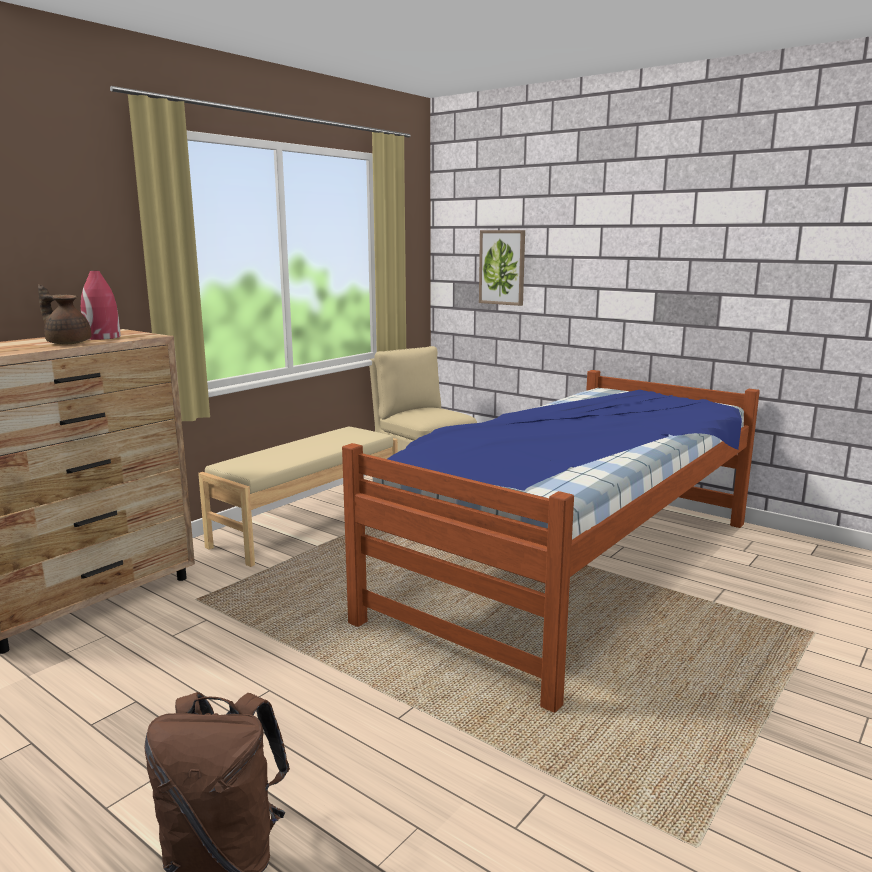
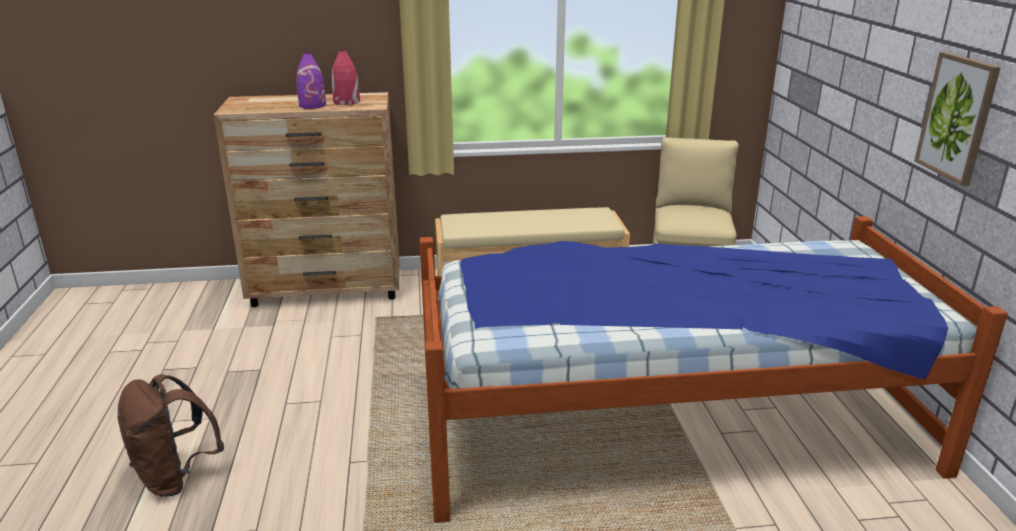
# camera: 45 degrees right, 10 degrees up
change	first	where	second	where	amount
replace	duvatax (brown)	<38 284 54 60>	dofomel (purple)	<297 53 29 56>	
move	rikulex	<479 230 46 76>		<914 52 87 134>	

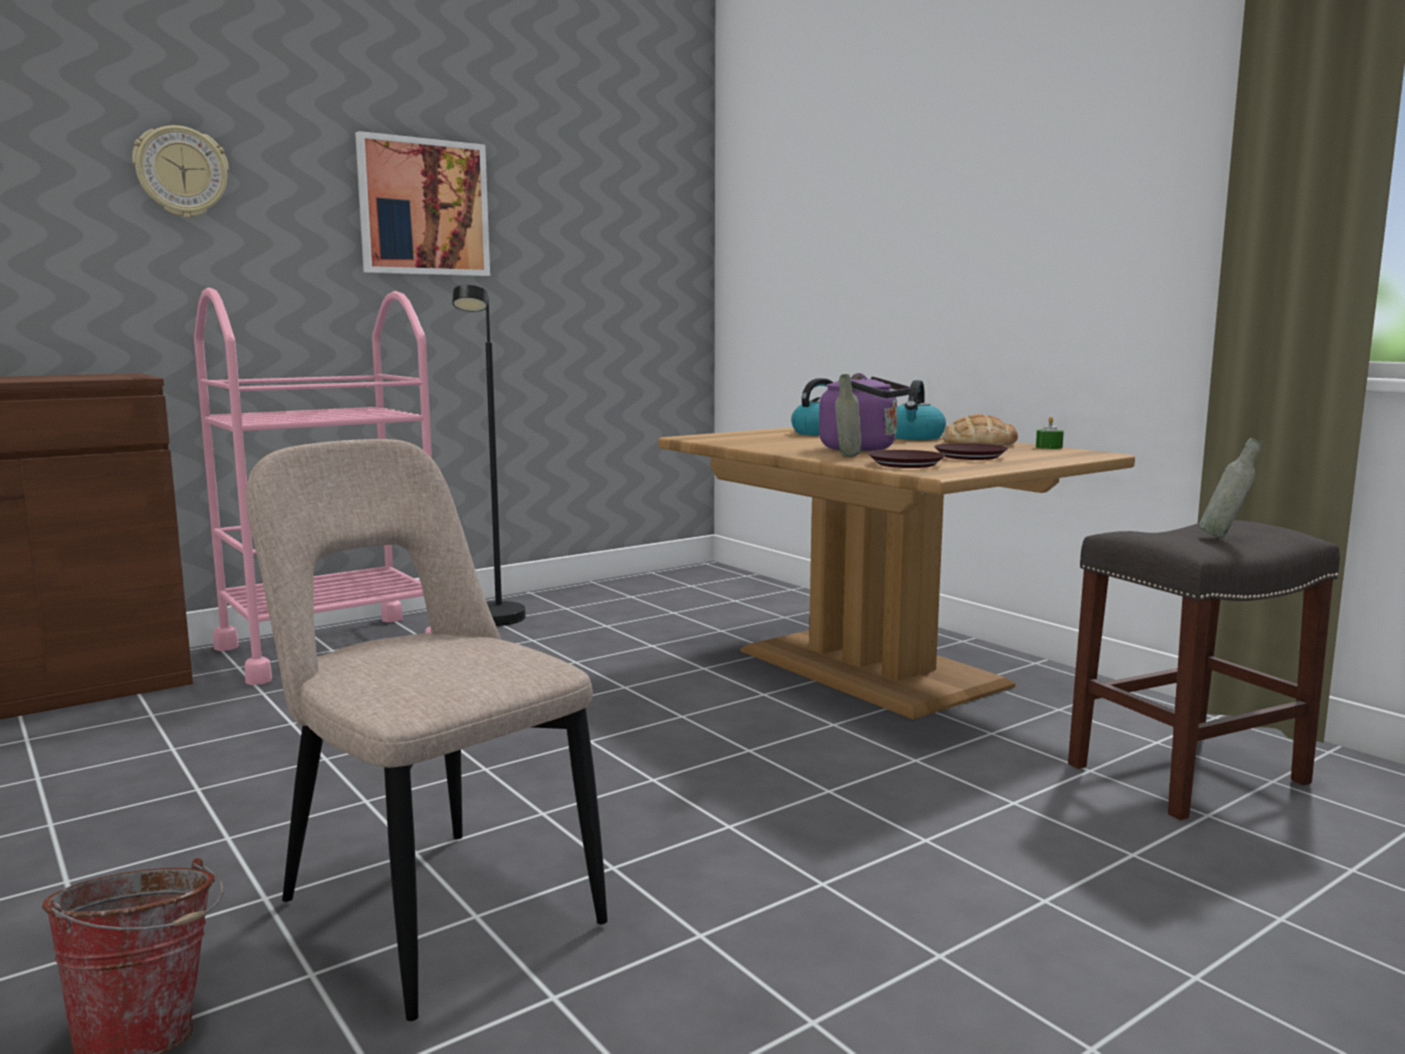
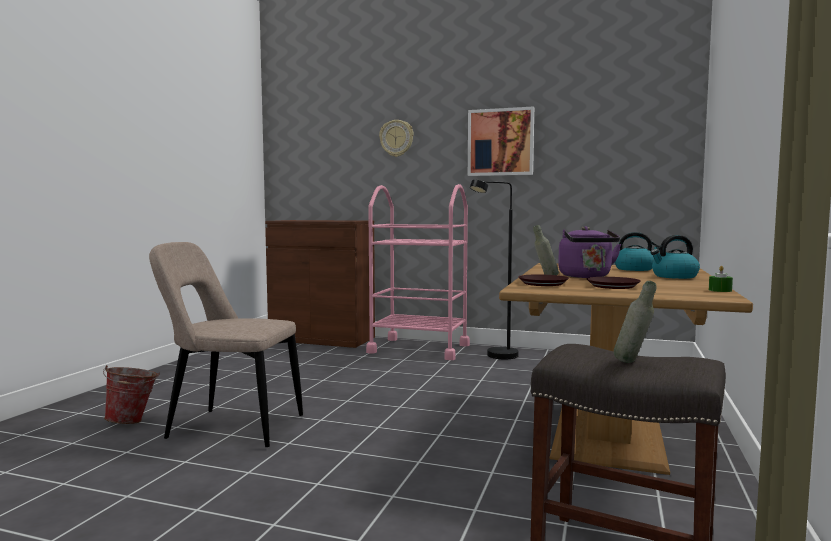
# camera: 55 degrees right, 5 degrees down
change	first	where	second	where	amount
rotate	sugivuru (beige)	<246 439 362 582>		<149 242 154 205>	90 degrees counterclockwise
delete	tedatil	<943 414 75 32>			

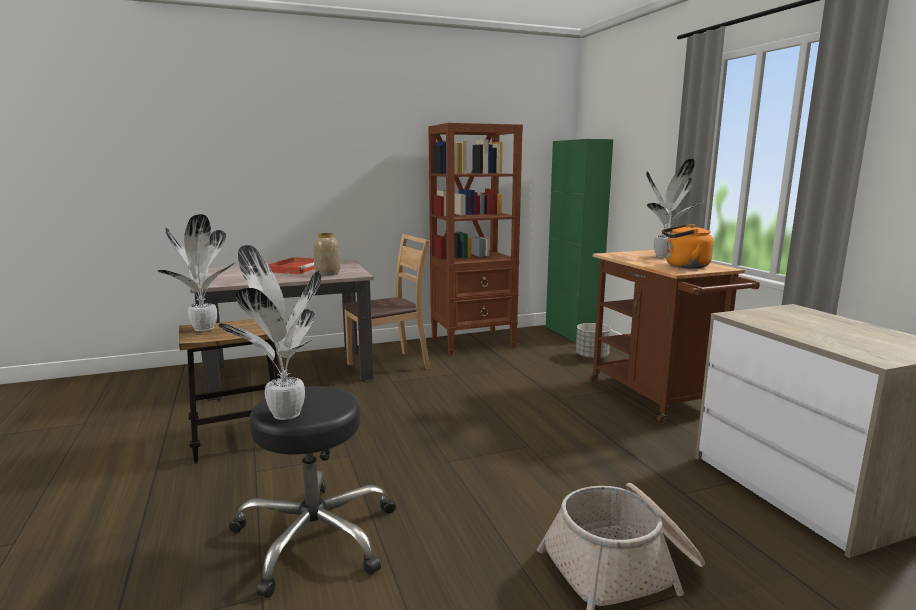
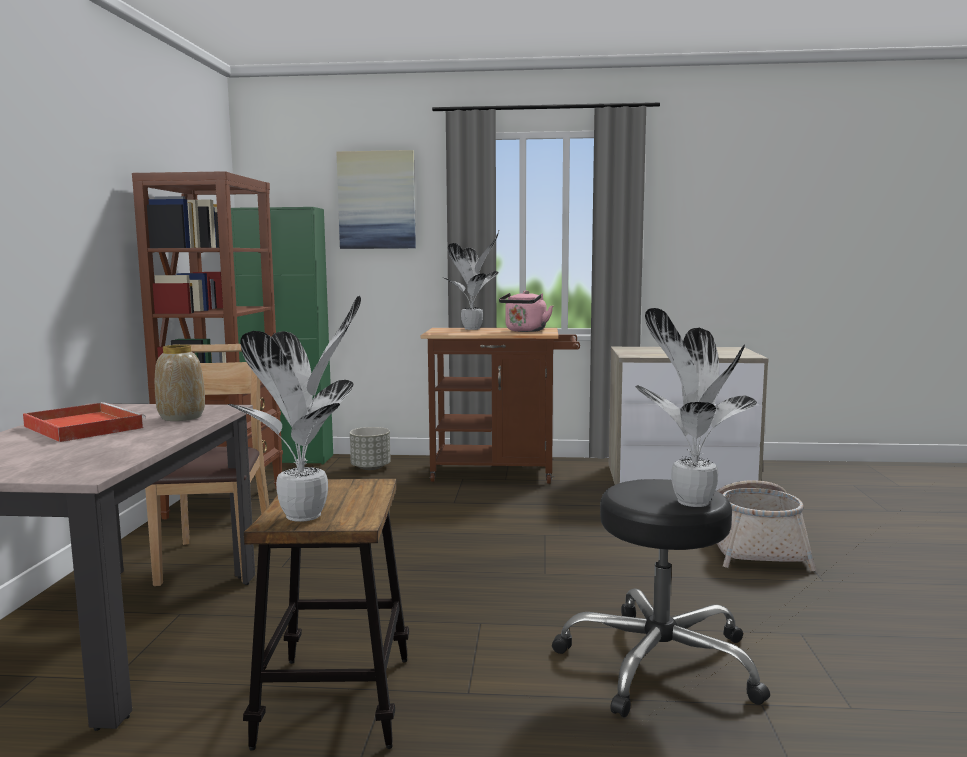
# camera: 65 degrees left, 5 degrees down
change	first	where	second	where	amount
recolor	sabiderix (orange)	<662 224 52 44>	sabiderix (pink)	<499 290 54 42>	
insert			rikulex	<336 150 80 99>	

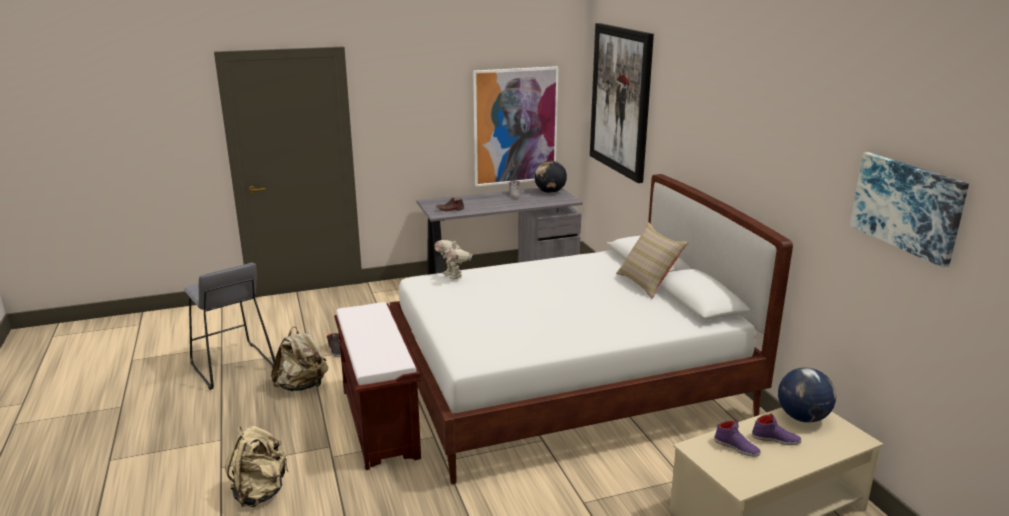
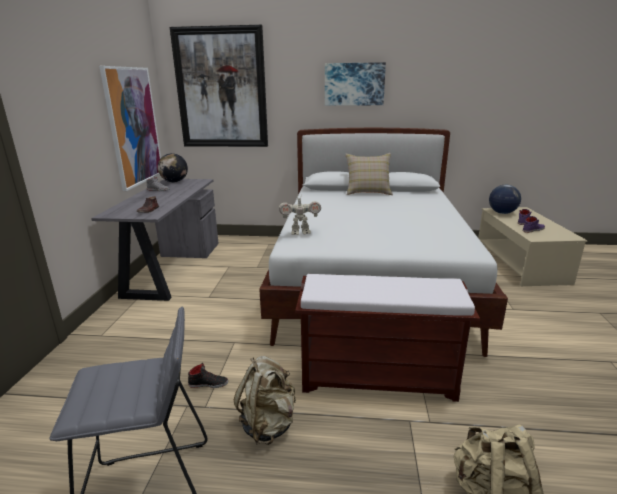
# camera: 65 degrees left, 0 degrees up
change	first	where	second	where	amount
move	rikulex	<850 152 119 116>		<325 62 61 44>	

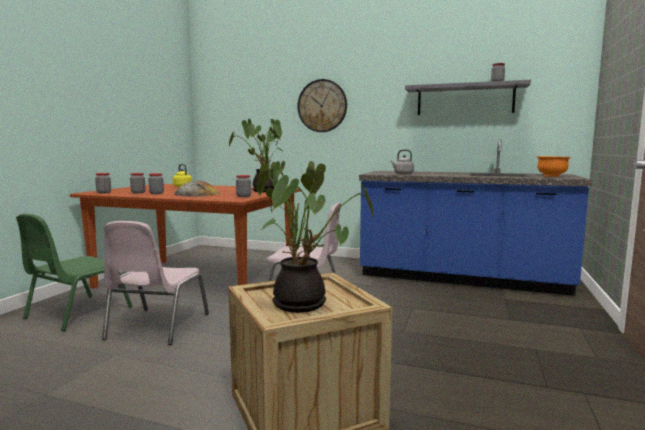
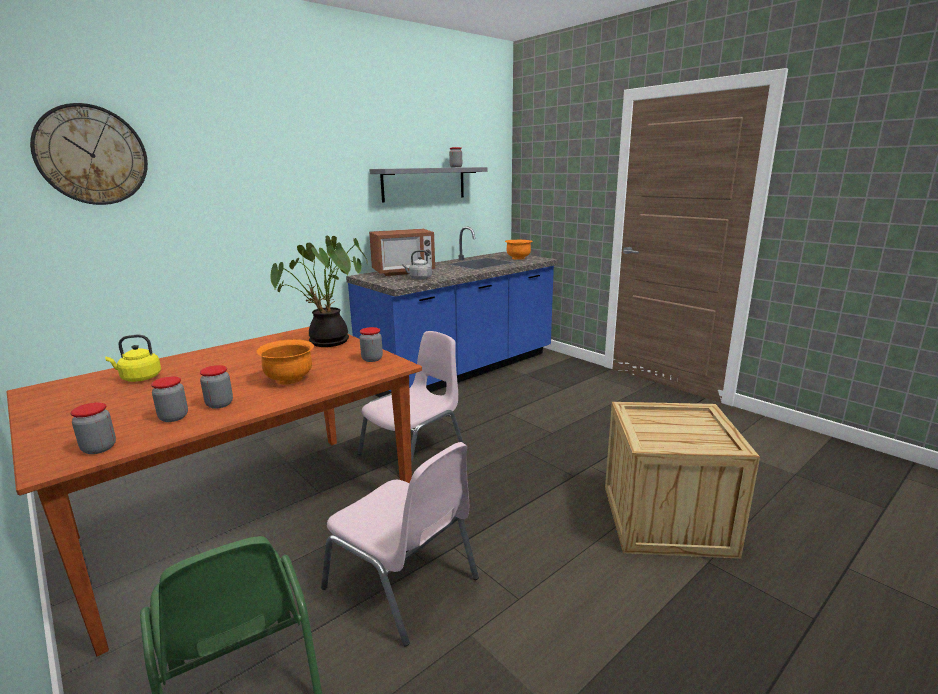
# camera: 60 degrees left, 10 degrees up
change	first	where	second	where	amount
replace	tedatil	<174 181 45 15>	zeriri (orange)	<256 339 58 45>	
delete	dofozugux	<256 161 118 152>			
move	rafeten	<297 79 50 53>		<30 103 118 102>	
insert			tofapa	<369 229 66 47>	

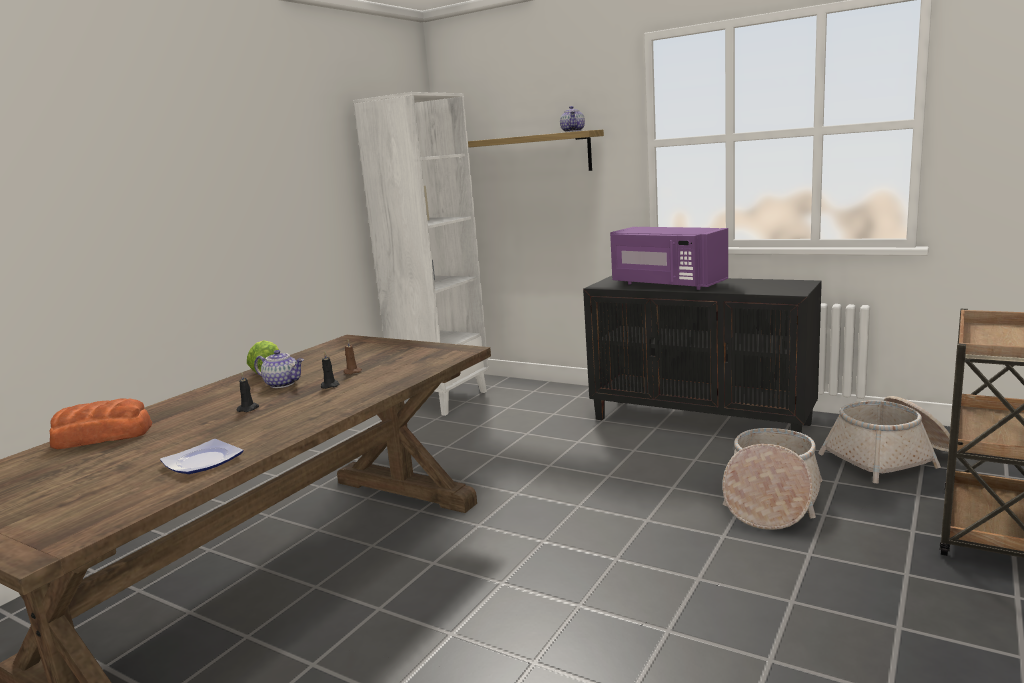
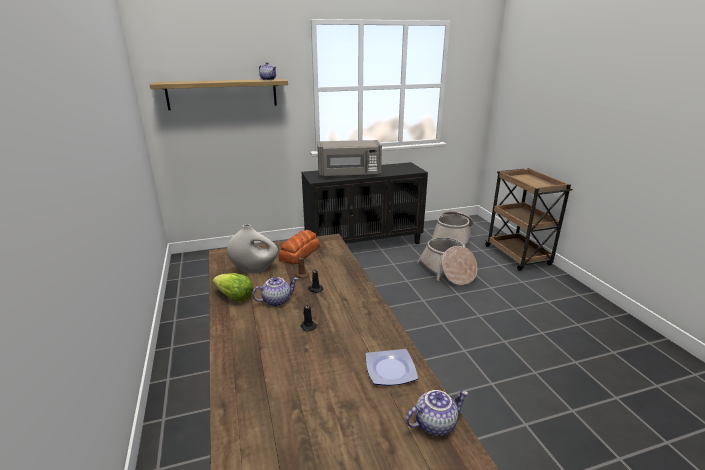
# camera: 50 degrees left, 10 degrees up
change	first	where	second	where	amount
move	tedatil	<49 398 103 51>		<278 230 42 34>	
delete	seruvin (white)	<353 92 136 324>			
recolor	tofapa (purple)	<610 227 118 63>	tofapa (grey)	<317 140 65 37>	
insert			dofomel (white)	<227 224 51 50>	
insert			duvatax	<405 390 63 46>	

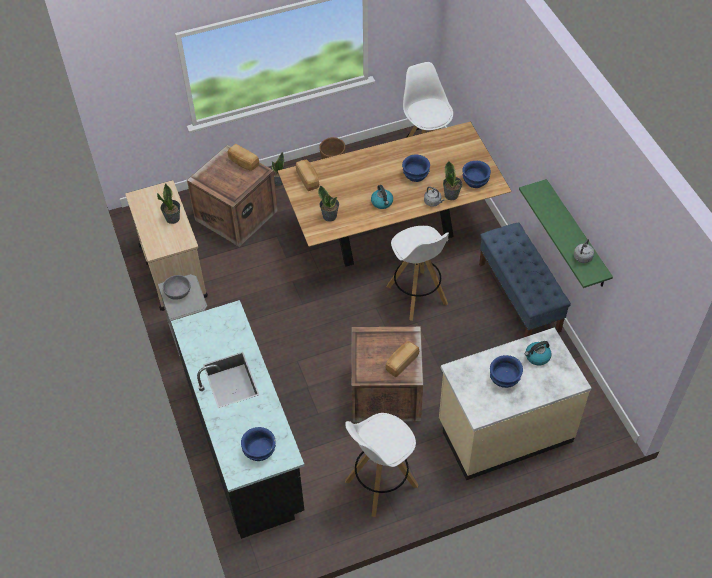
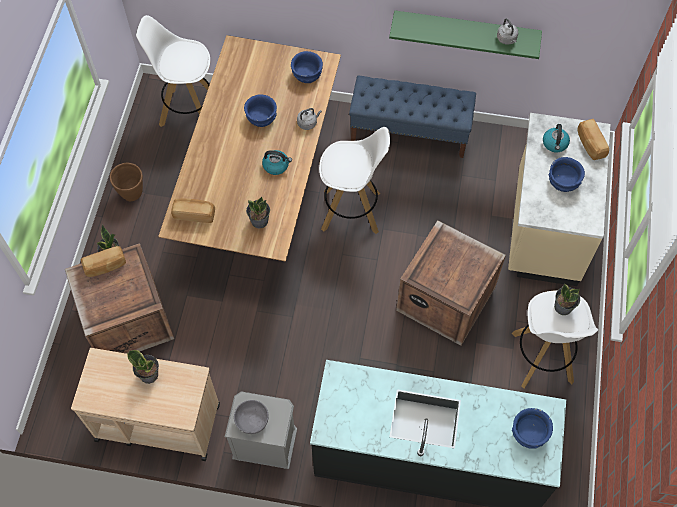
# camera: 60 degrees left, 10 degrees up
change	first	where	second	where	amount
move	tedatil	<386 341 33 36>		<578 119 31 41>	
move	dofozugux	<443 161 20 39>		<554 284 26 31>	

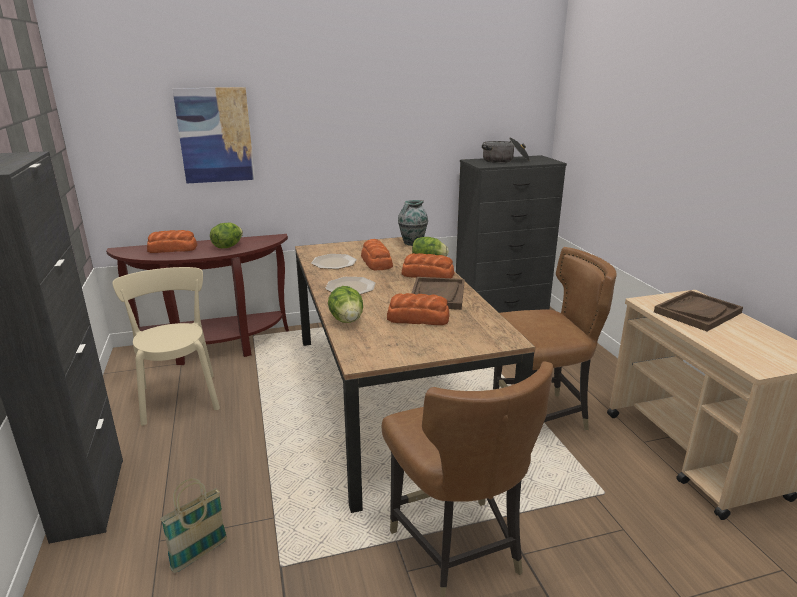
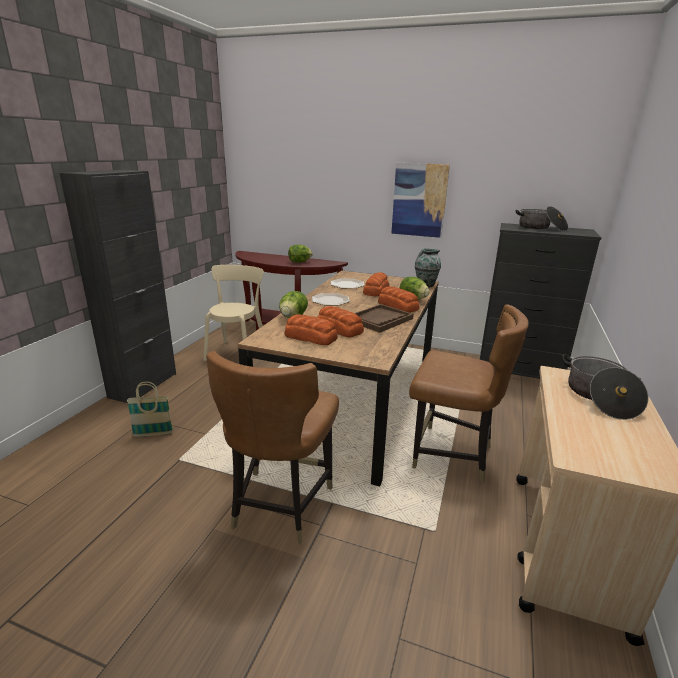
# camera: 35 degrees right, 0 degrees up
change	first	where	second	where	amount
move	tedatil	<147 230 50 23>		<284 314 54 31>	
move	rikulex	<172 87 83 97>		<391 163 59 75>	
replace	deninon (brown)	<654 290 89 41>	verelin	<562 354 87 66>	

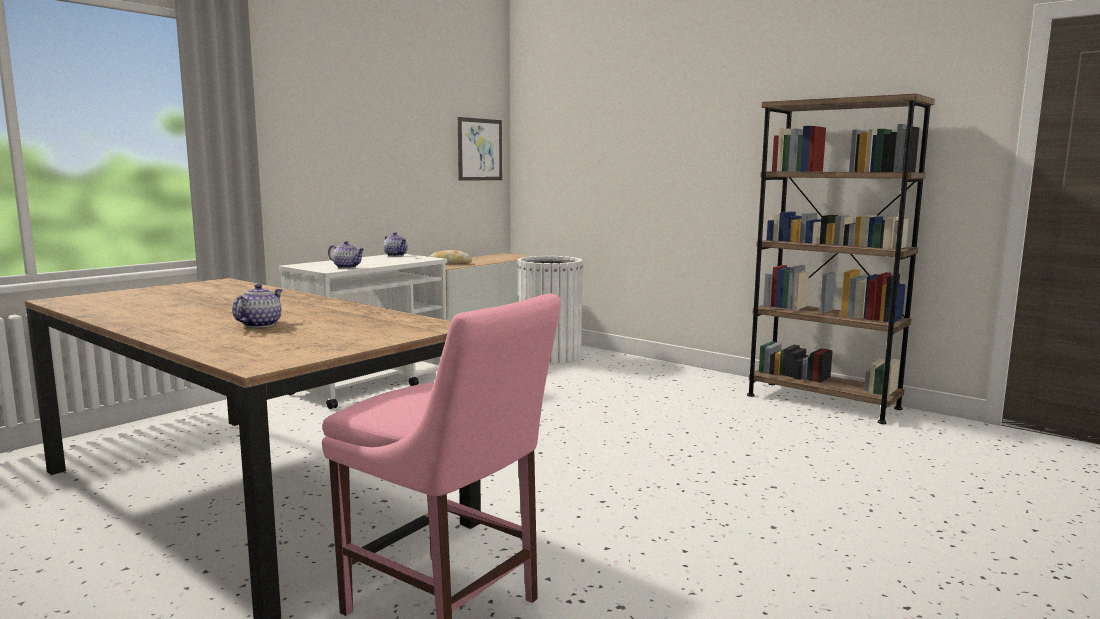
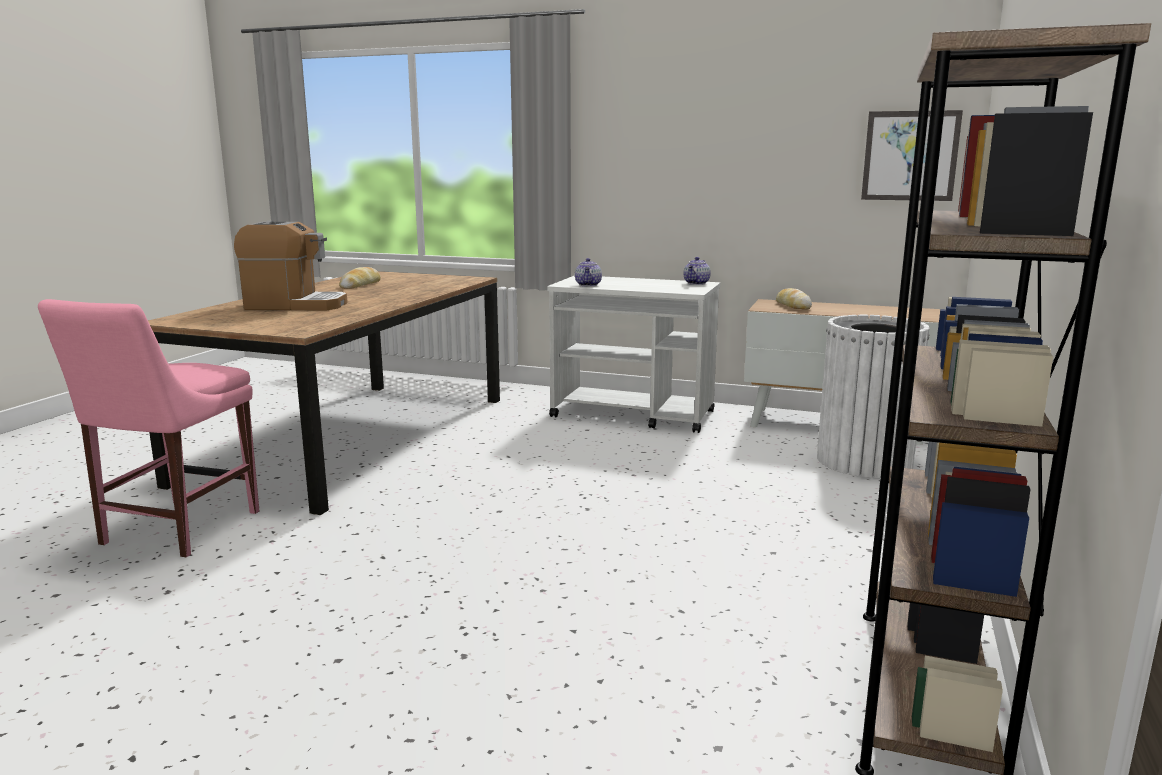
# camera: 70 degrees right, 5 degrees up
change	first	where	second	where	amount
replace	duvatax	<232 284 50 44>	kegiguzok	<234 221 114 89>	
insert			tedatil	<339 267 42 22>	

